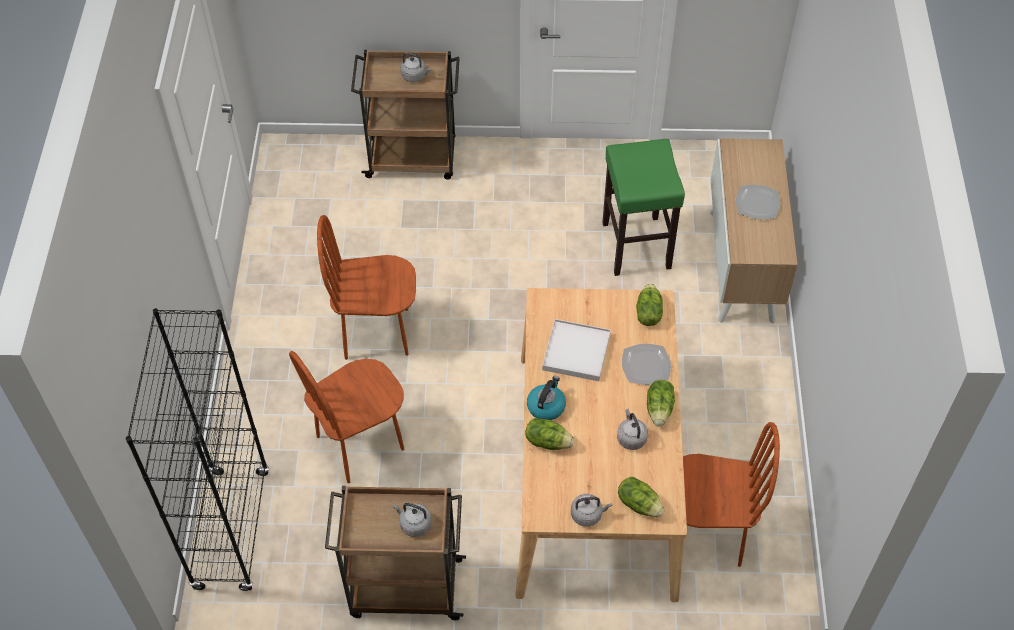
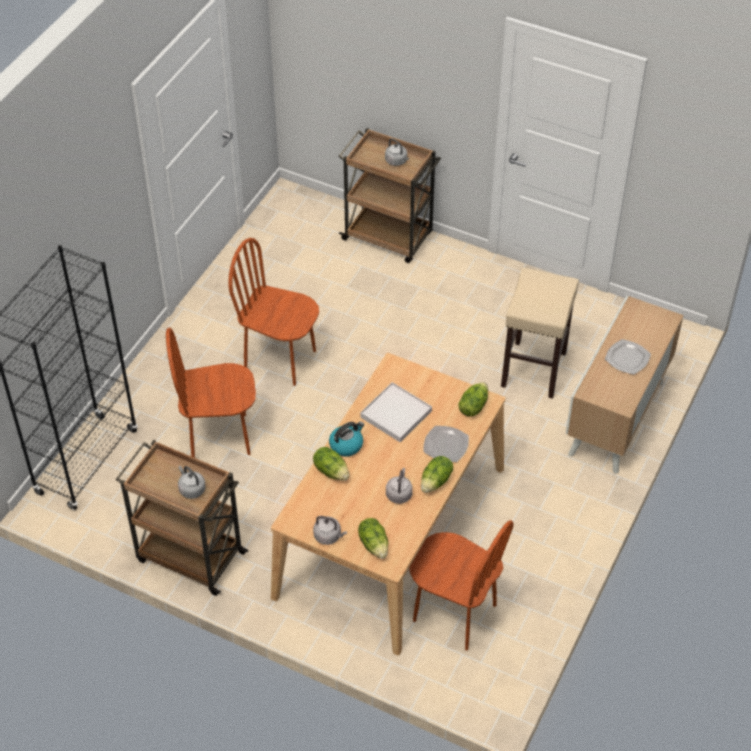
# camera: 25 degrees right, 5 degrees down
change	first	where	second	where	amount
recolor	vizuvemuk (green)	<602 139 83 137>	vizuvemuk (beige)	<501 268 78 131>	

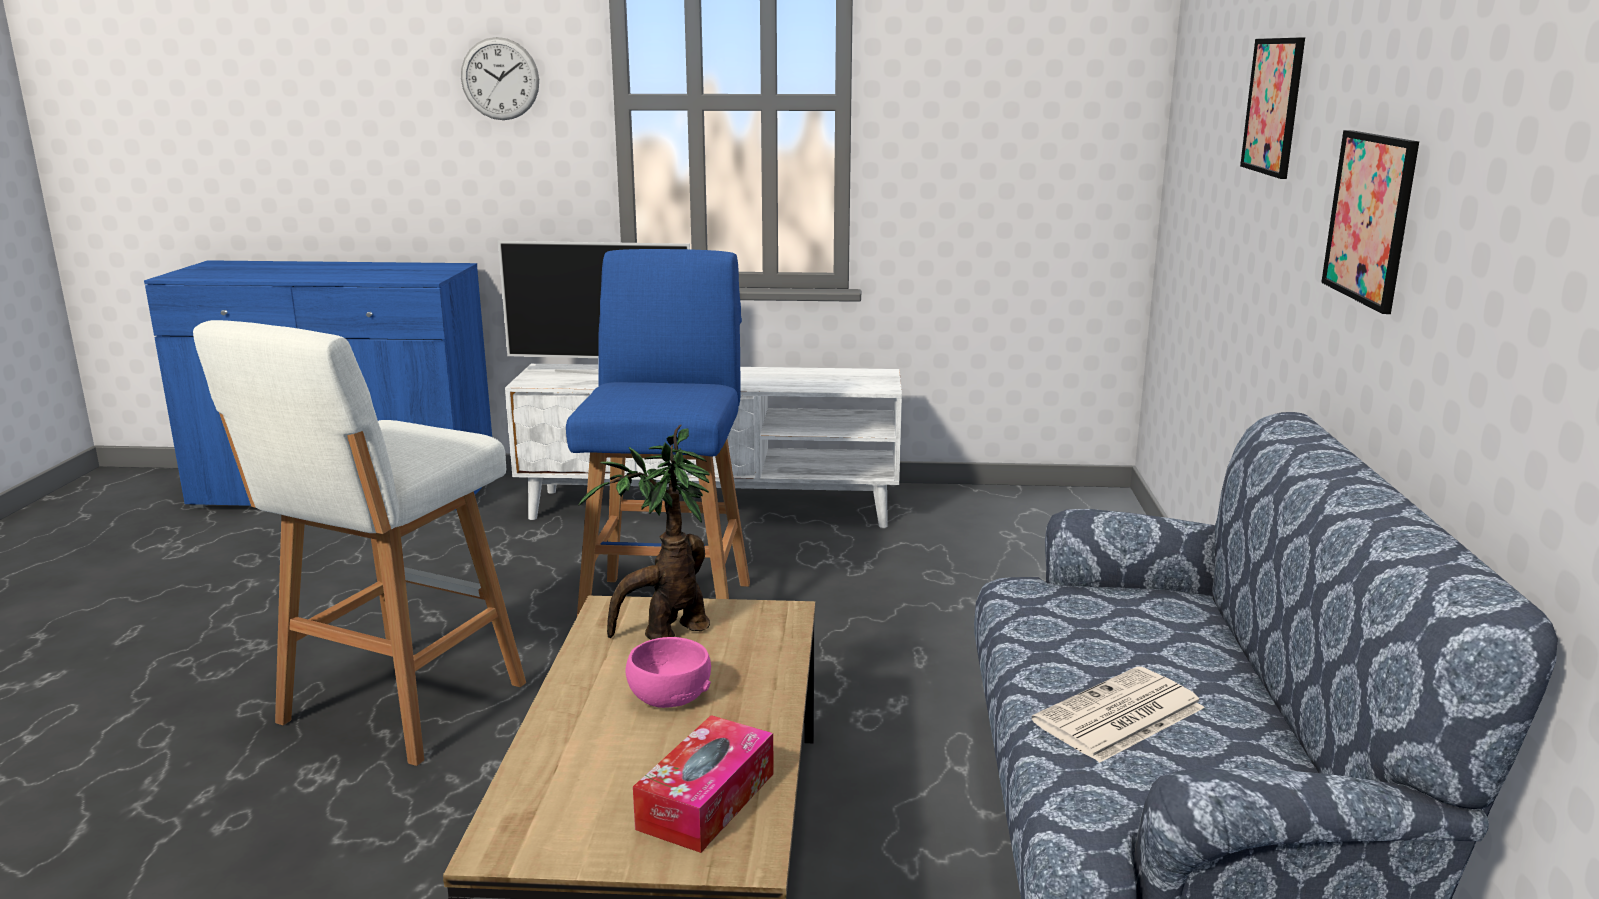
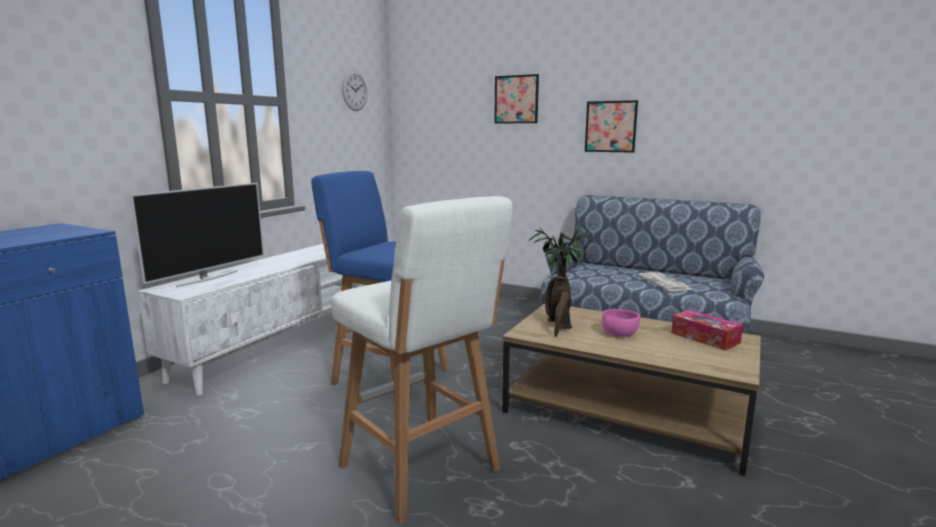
# camera: 65 degrees left, 5 degrees down
change	first	where	second	where	amount
move	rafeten	<461 37 78 83>		<342 71 25 40>	

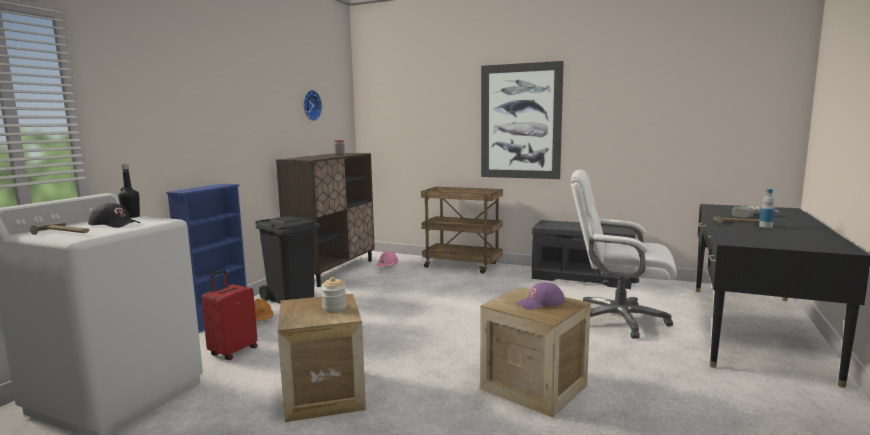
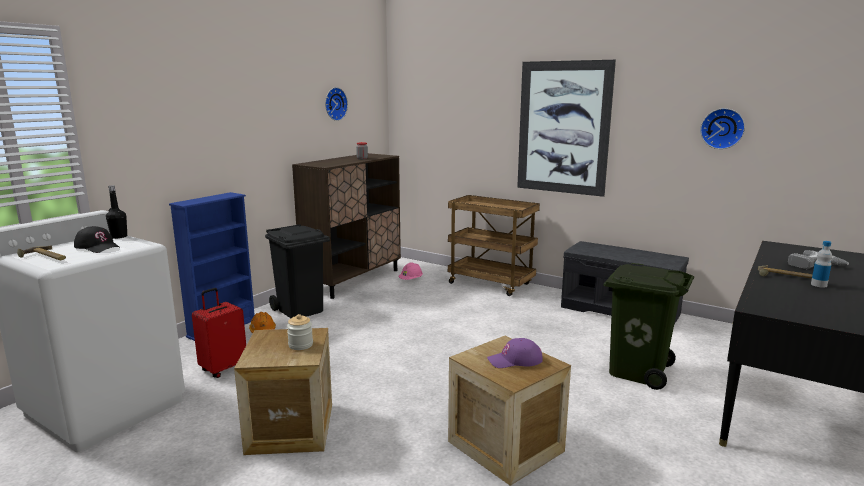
# camera: 10 degrees right, 5 degrees up
change	first	where	second	where	amount
replace	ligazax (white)	<571 170 106 168>	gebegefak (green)	<604 263 90 127>	
insert			rafeten	<700 108 45 41>	

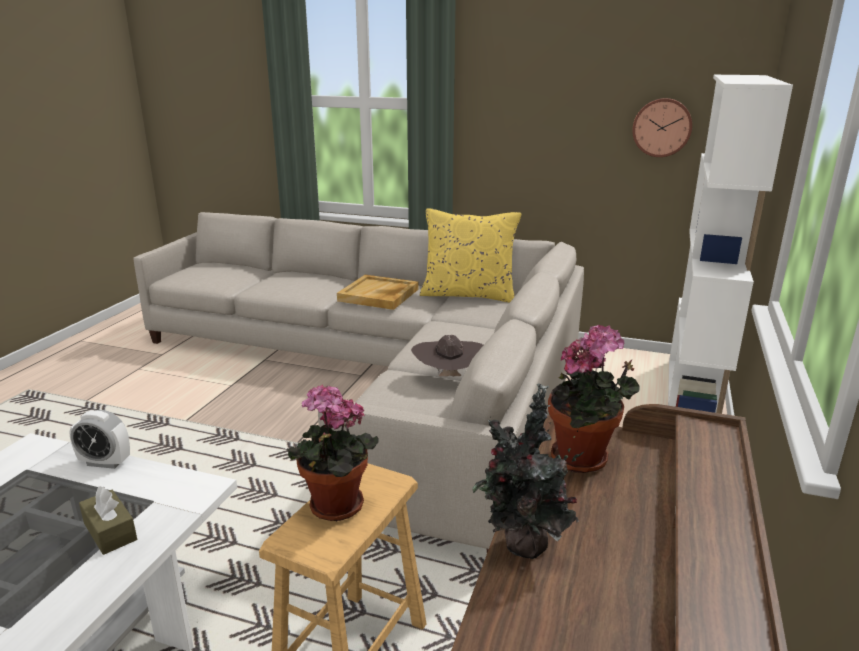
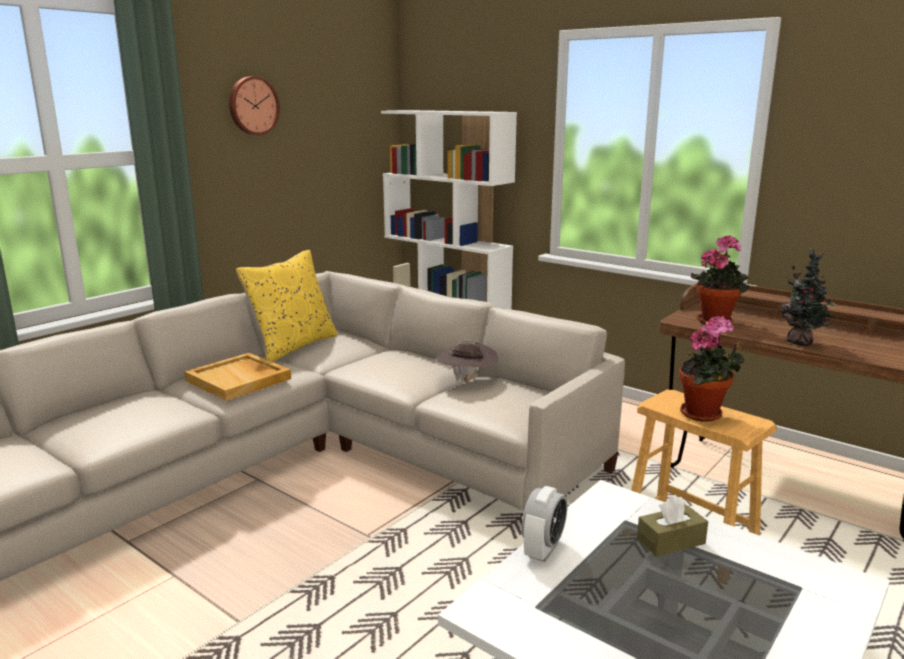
# camera: 70 degrees left, 5 degrees down
change	first	where	second	where	amount
move	rafeten	<632 98 60 59>		<229 76 51 59>	

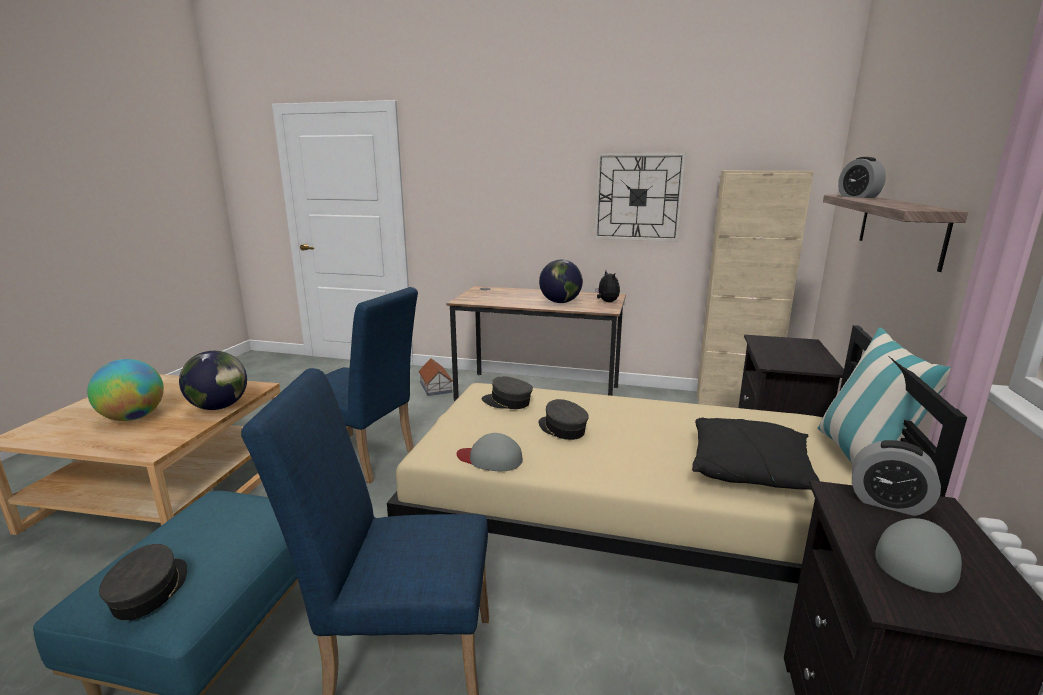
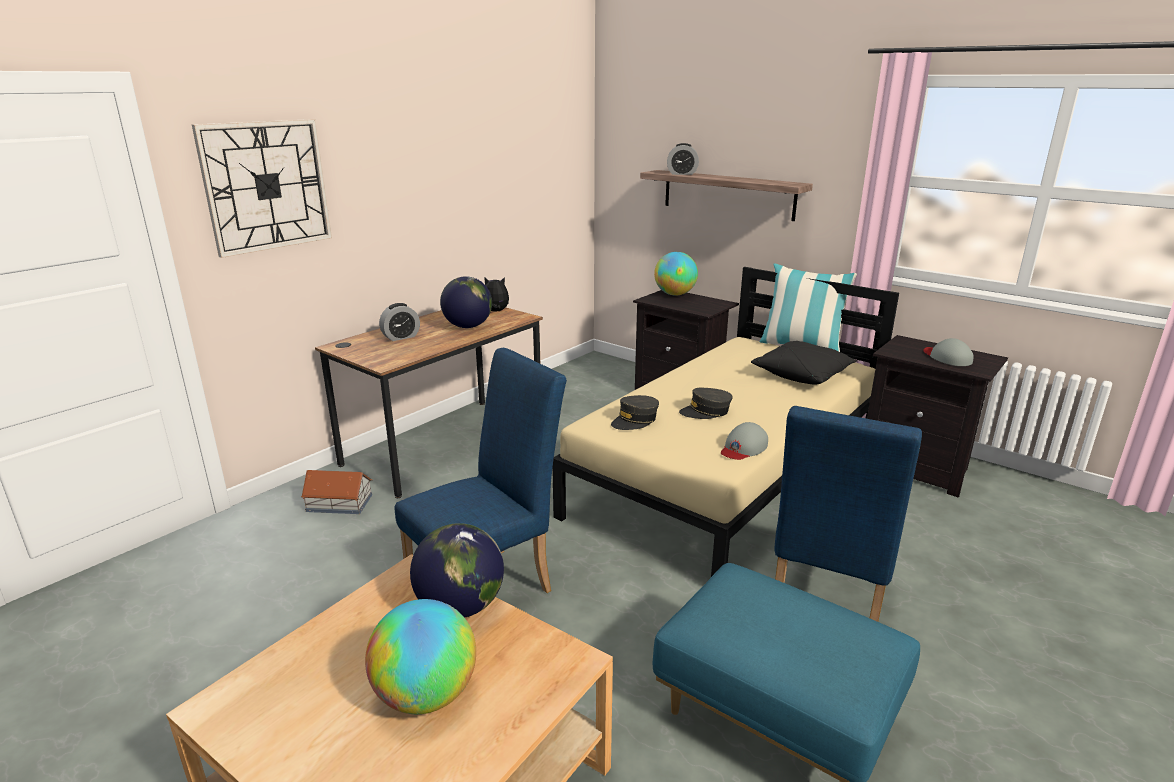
# camera: 65 degrees left, 5 degrees up
change	first	where	second	where	amount
delete	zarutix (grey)	<99 544 88 76>			
move	rafeten	<594 153 92 89>		<192 119 140 139>	
delete	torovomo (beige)	<697 170 117 238>			
move	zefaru	<852 440 89 76>		<379 303 41 38>	
insert			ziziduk	<654 252 44 44>	

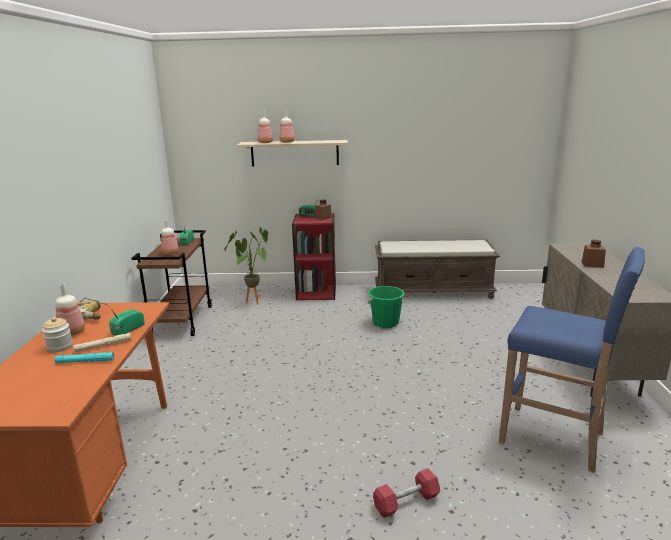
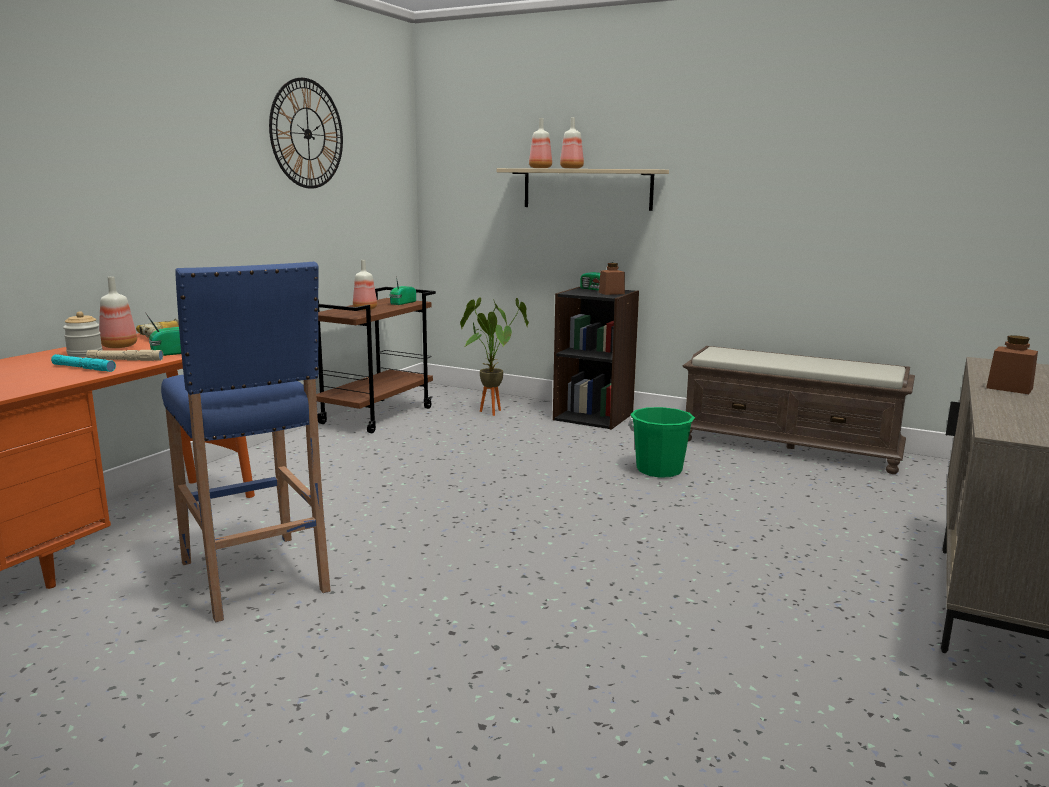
# camera: 25 degrees right, 5 degrees down
change	first	where	second	where	amount
recolor	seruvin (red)	<292 213 44 87>	seruvin (black)	<553 287 86 143>	
delete	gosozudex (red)	<373 468 67 50>			
move	vizuvemuk (blue)	<499 247 146 226>		<161 262 169 361>	
insert			rafeten	<269 78 74 111>	

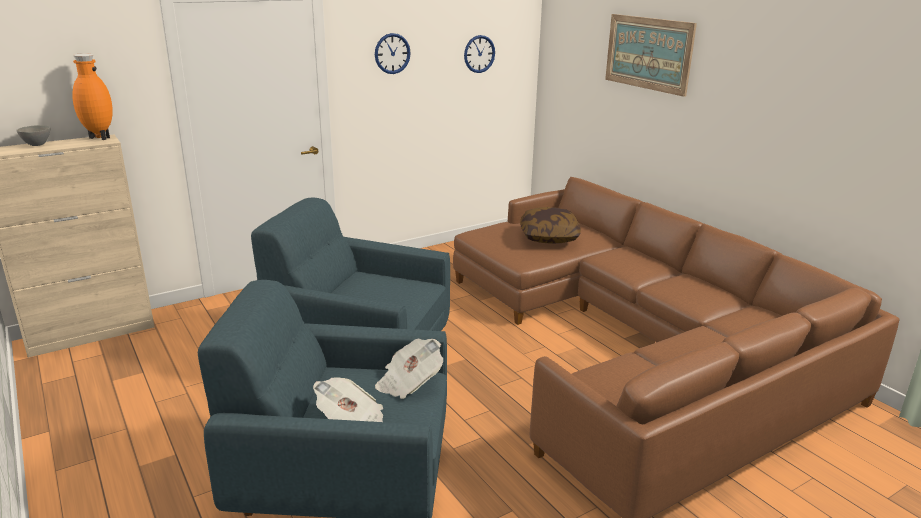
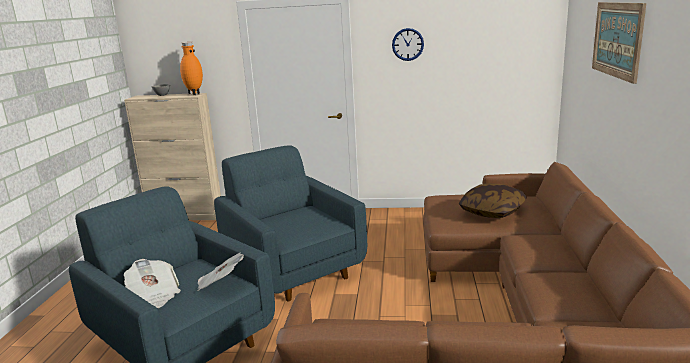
# camera: 40 degrees right, 5 degrees down
change	first	where	second	where	amount
delete	rafeten	<464 35 31 38>			

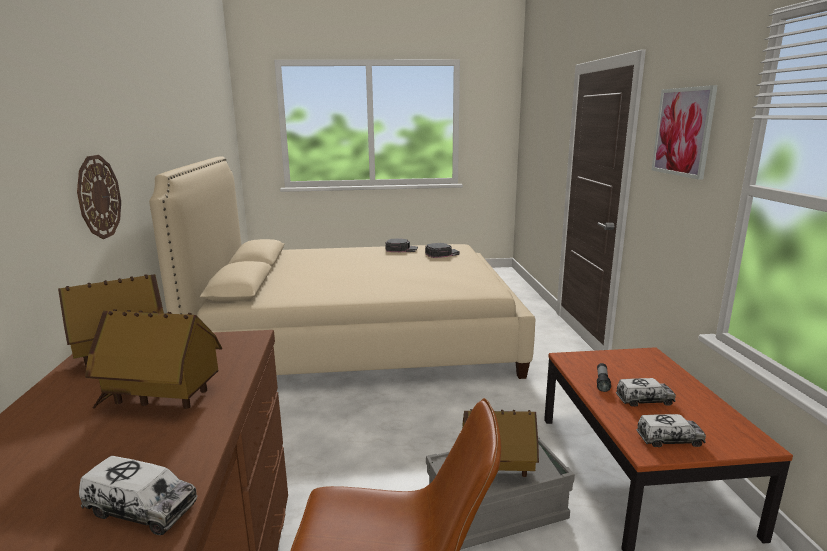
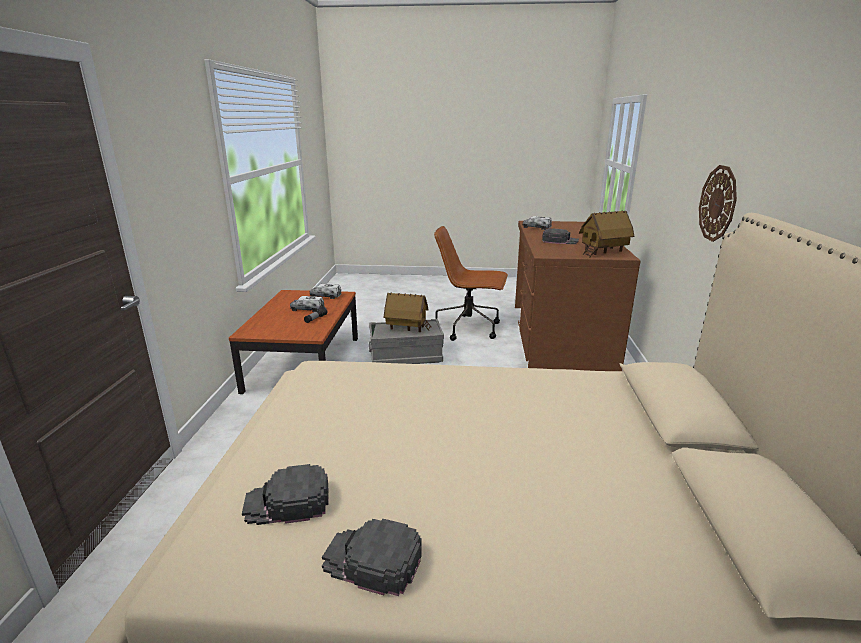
# camera: 170 degrees left, 5 degrees up
change	first	where	second	where	amount
replace	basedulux	<85 309 137 100>	zarutix (black)	<542 228 37 16>	
delete	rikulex	<652 85 66 95>			

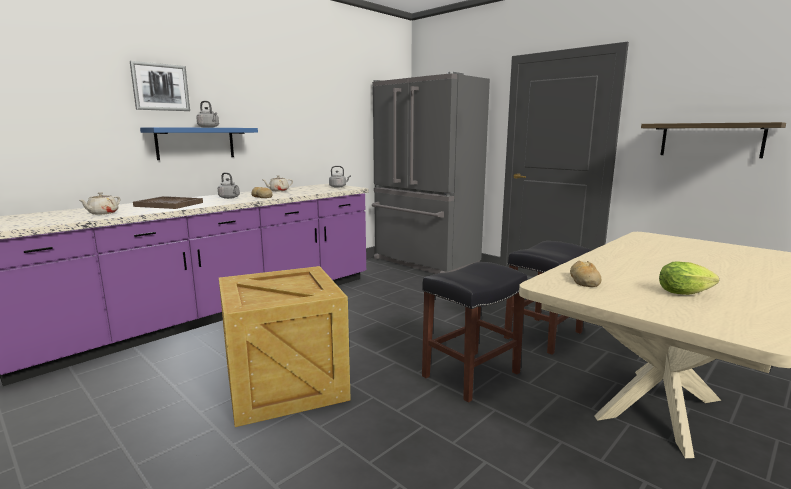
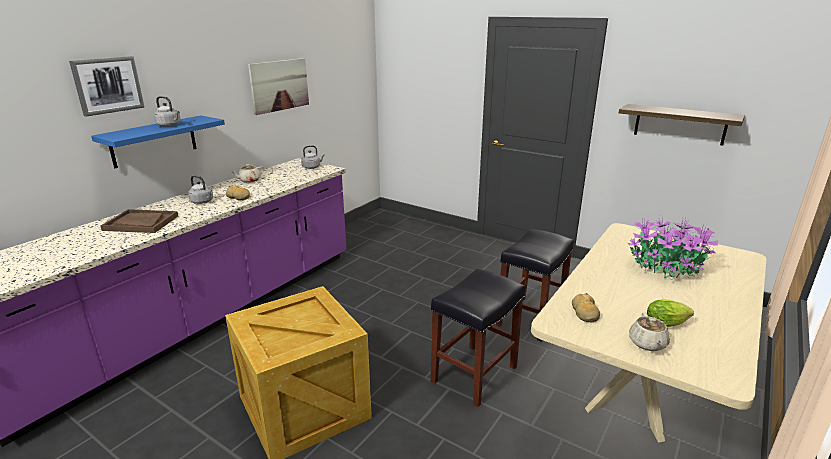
# camera: 10 degrees left, 10 degrees up
change	first	where	second	where	amount
move	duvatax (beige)	<79 192 41 23>		<629 312 41 39>	
delete	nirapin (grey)	<372 72 118 202>			
insert			rikulex	<248 58 61 57>	
insert			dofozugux	<628 215 90 65>	

